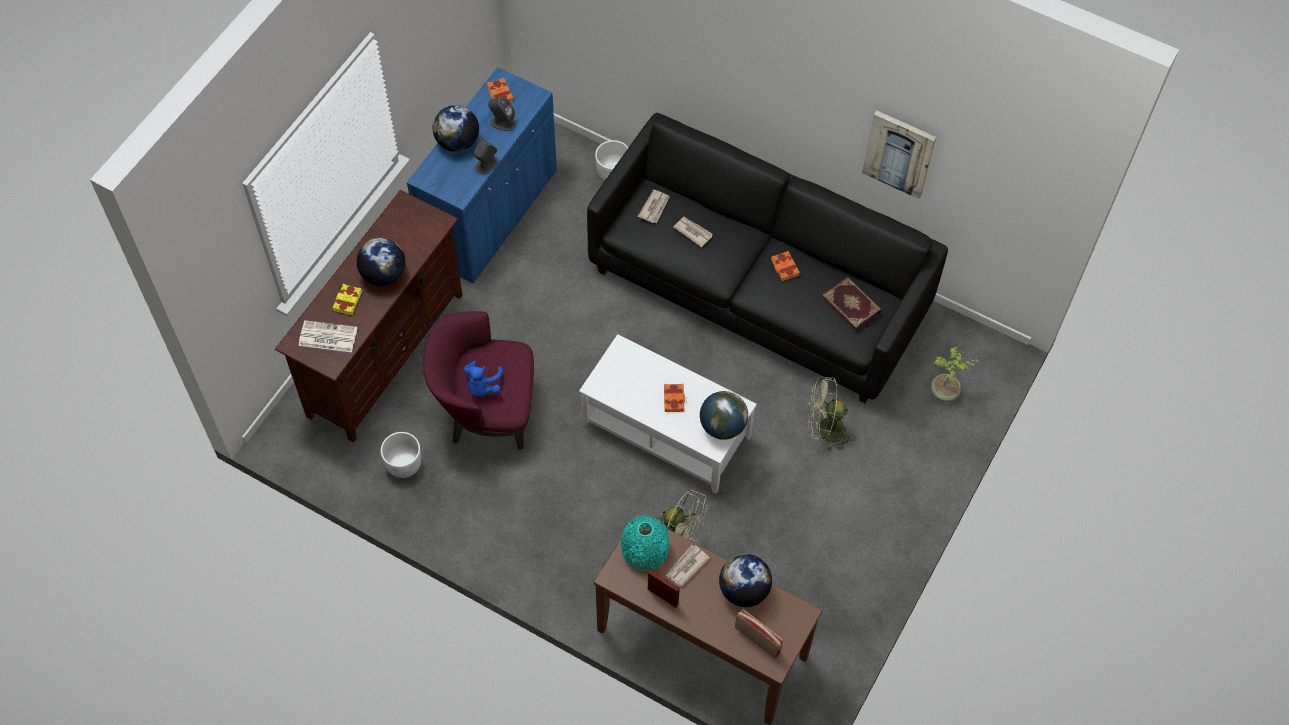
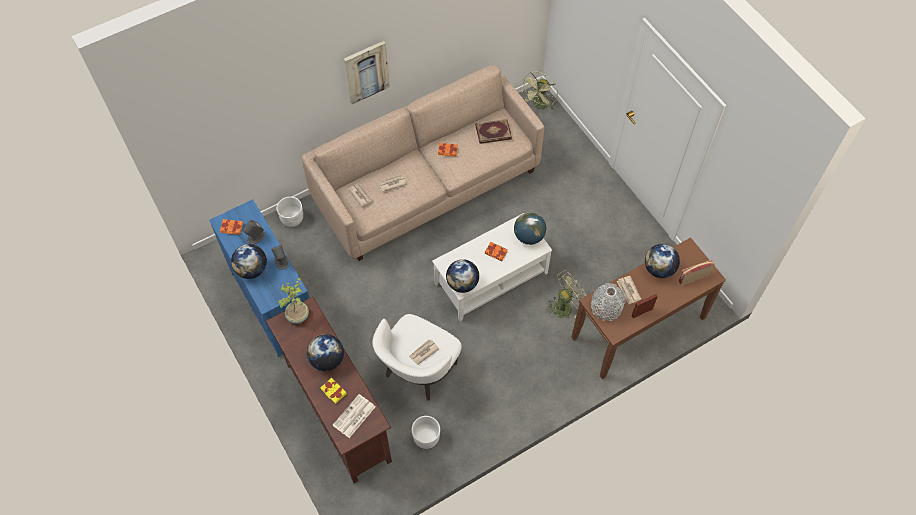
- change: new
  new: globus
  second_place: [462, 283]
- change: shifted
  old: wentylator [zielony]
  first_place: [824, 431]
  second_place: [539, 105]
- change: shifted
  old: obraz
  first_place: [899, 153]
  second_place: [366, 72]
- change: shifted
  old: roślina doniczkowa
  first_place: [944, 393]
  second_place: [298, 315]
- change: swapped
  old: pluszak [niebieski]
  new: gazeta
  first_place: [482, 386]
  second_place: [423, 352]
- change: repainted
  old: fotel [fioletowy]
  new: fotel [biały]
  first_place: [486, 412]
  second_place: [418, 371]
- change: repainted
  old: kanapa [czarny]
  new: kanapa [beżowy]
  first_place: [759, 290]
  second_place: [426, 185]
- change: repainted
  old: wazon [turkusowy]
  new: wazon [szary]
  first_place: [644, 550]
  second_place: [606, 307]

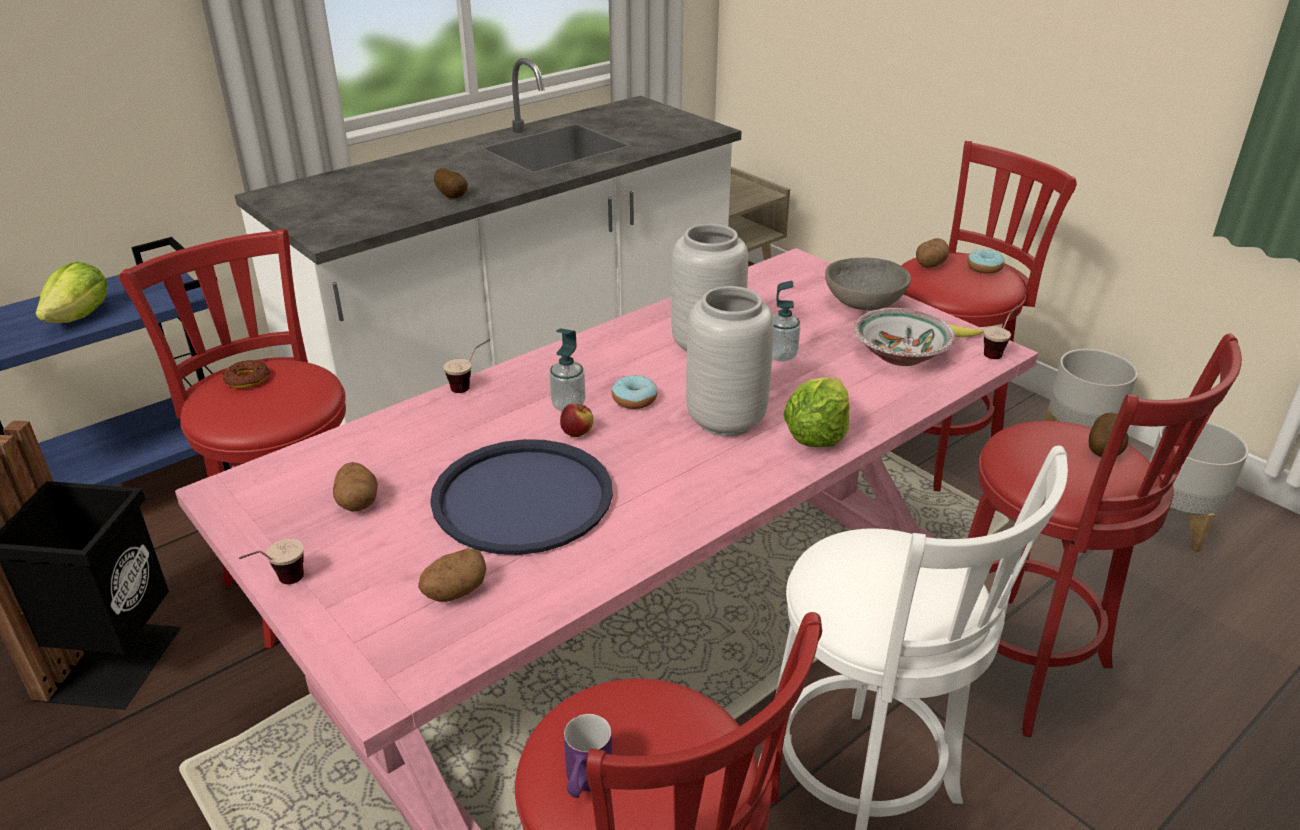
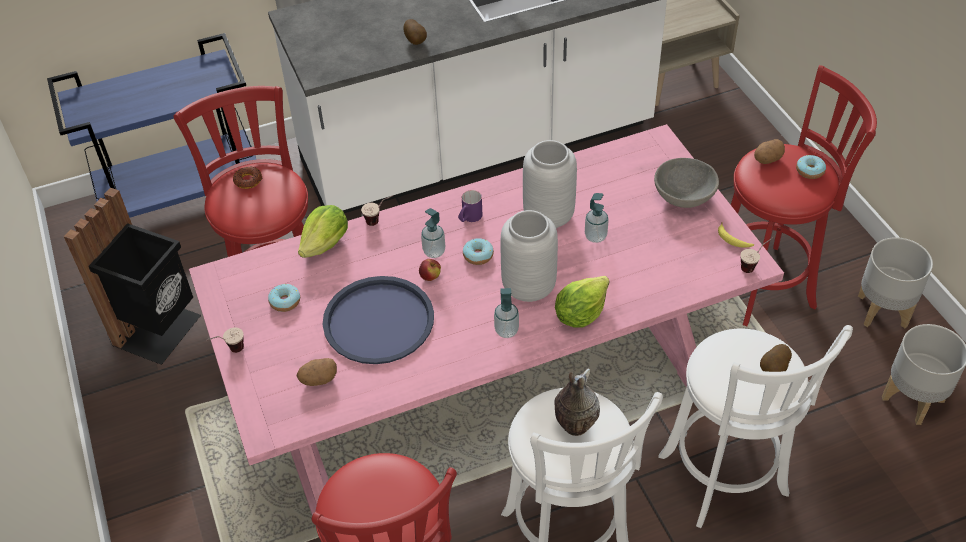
- change: gone
  old: miska
  first_place: [899, 355]
- change: new
  new: dozownik mydła
  second_place: [506, 330]
- change: new
  new: wazon
  second_place: [573, 427]
- change: shifted
  old: sałata
  first_place: [81, 316]
  second_place: [326, 244]
- change: shifted
  old: kubek [fioletowy]
  first_place: [585, 782]
  second_place: [469, 218]
- change: swapped
  old: ziemniak
  new: donut
  first_place: [357, 502]
  second_place: [285, 302]
- change: repainted
  old: stołek [czerwony]
  new: stołek [biały]
  first_place: [1025, 669]
  second_place: [726, 481]

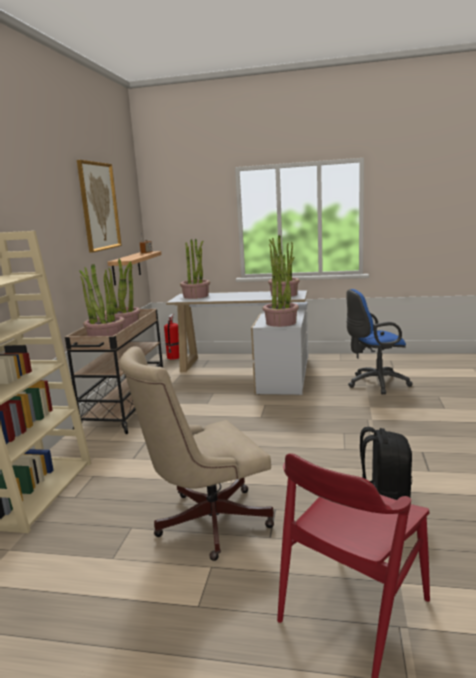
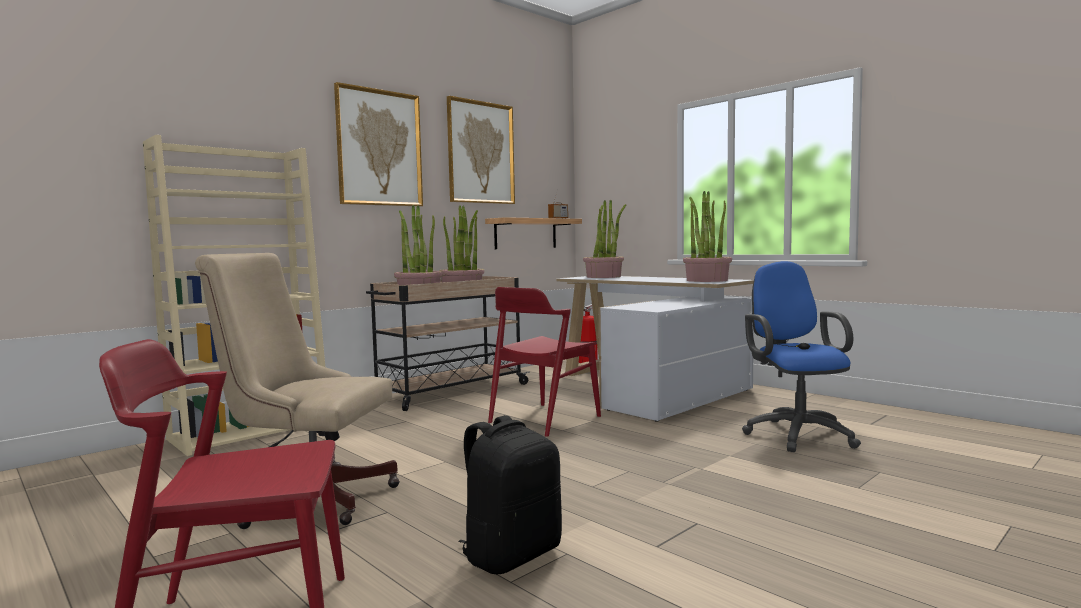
- change: gone
  old: roślina doniczkowa
  first_place: [281, 322]
- change: new
  new: obraz
  second_place: [379, 148]
- change: new
  new: krzesło [czerwony]
  second_place: [544, 419]
- change: rotated
  old: krzesło biurowe [niebieski]
  first_place: [375, 383]
  second_place: [796, 434]
  degrees: 60

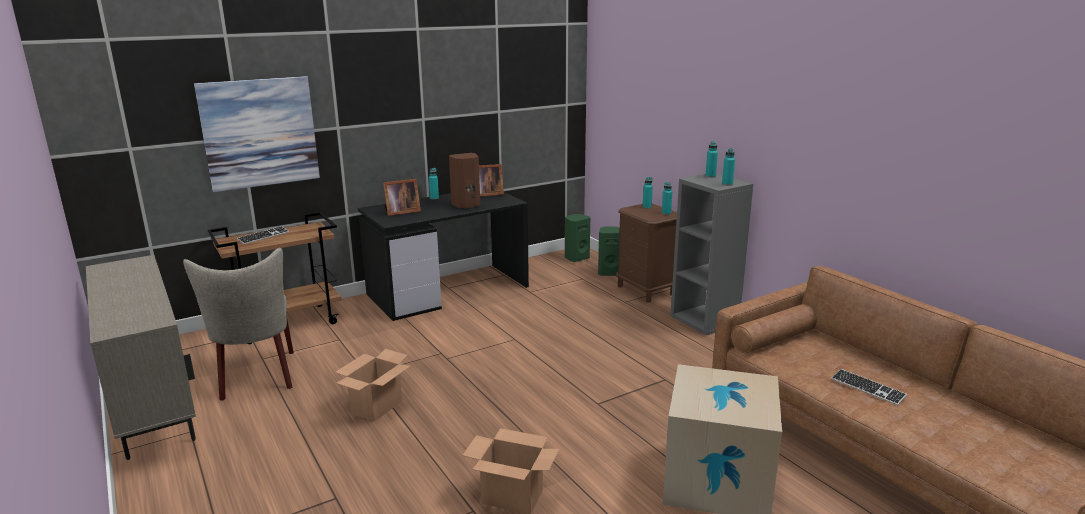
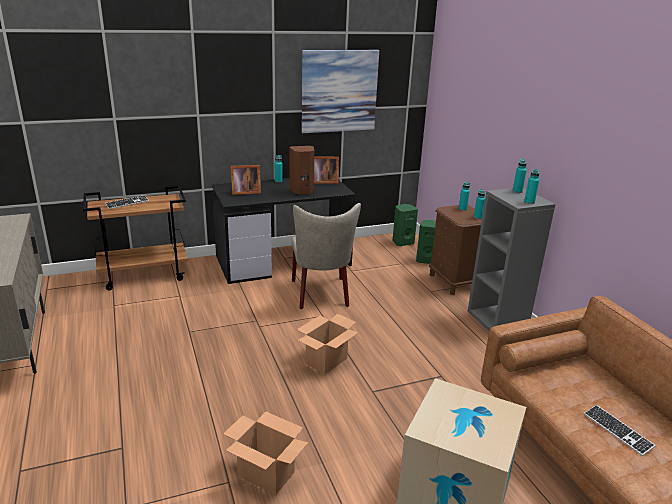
- change: shifted
  old: krzesło [beżowy]
  first_place: [257, 378]
  second_place: [321, 295]
- change: shifted
  old: obraz
  first_place: [260, 133]
  second_place: [339, 91]
- change: shifted
  old: karton
  first_place: [376, 407]
  second_place: [326, 361]

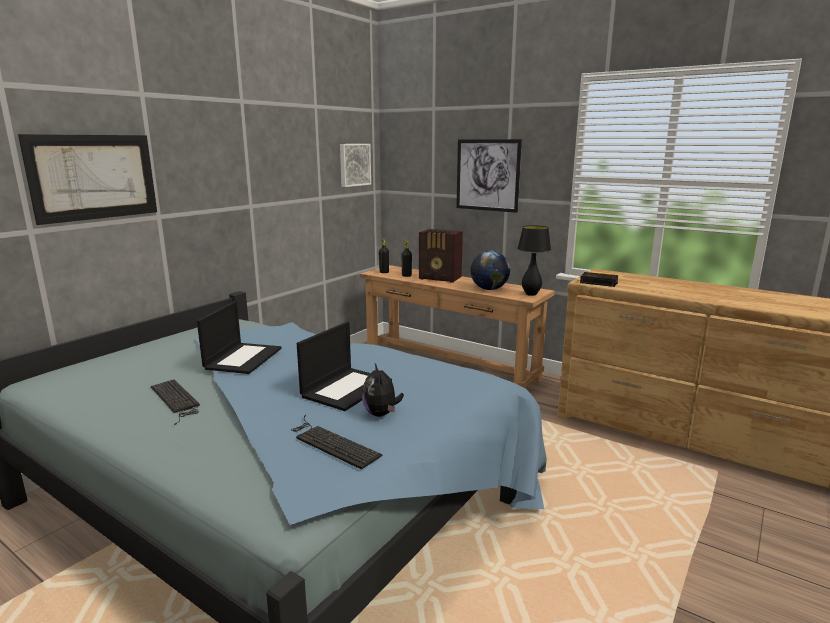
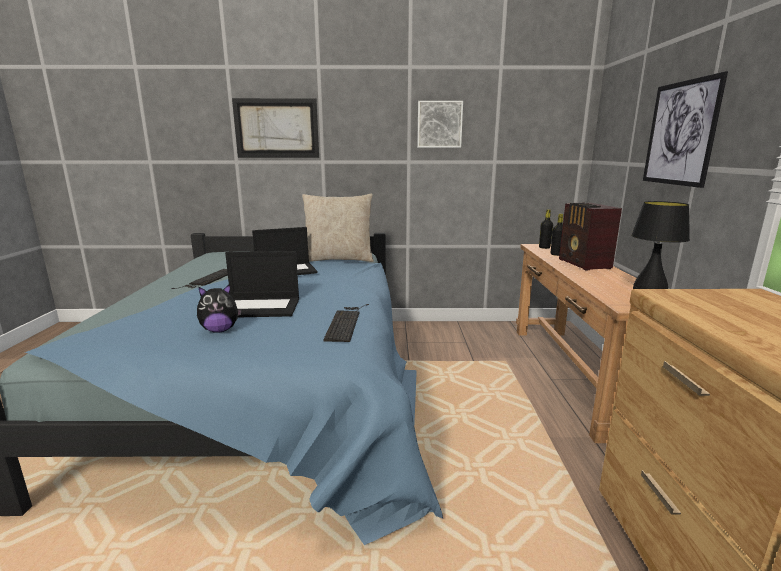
- change: gone
  old: globus
  first_place: [489, 289]
- change: gone
  old: budzik
  first_place: [599, 282]
- change: new
  new: poduszka [beżowy]
  second_place: [338, 259]
- change: shifted
  old: klawiatura
  first_place: [331, 442]
  second_place: [346, 322]
- change: shifted
  old: obraz
  first_place: [354, 164]
  second_place: [439, 124]
- change: rotated
  old: pluszak
  first_place: [381, 414]
  second_place: [220, 330]
  degrees: -150

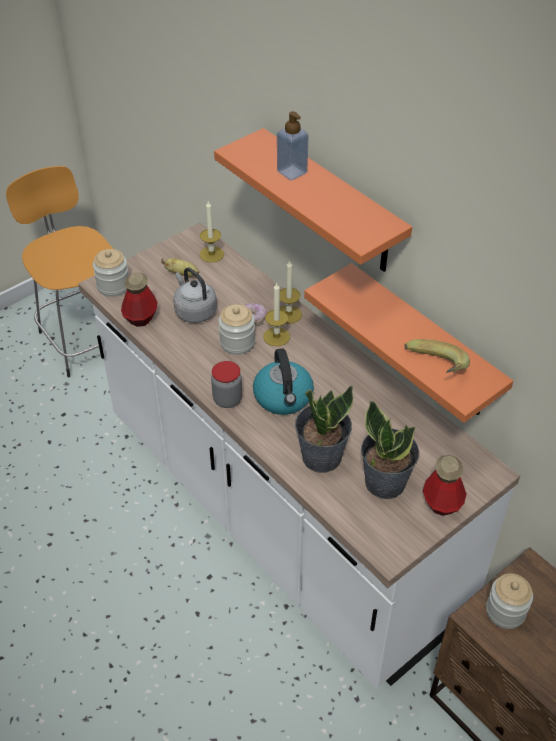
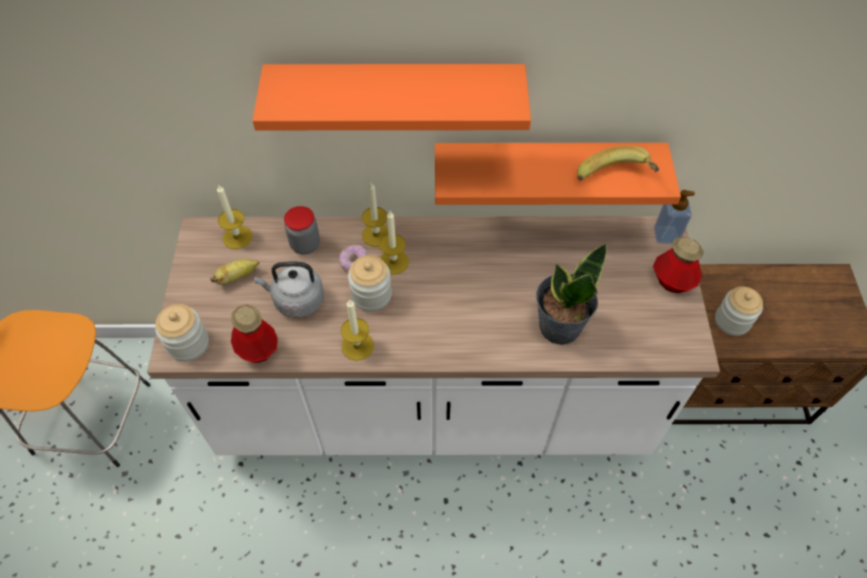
- change: gone
  old: czajnik
  first_place: [283, 397]
- change: gone
  old: roślina doniczkowa
  first_place: [385, 481]
- change: new
  new: świeca
  second_place: [357, 346]
- change: shifted
  old: słoik
  first_place: [227, 399]
  second_place: [305, 245]
- change: shifted
  old: dozownik mydła
  first_place: [292, 172]
  second_place: [666, 235]

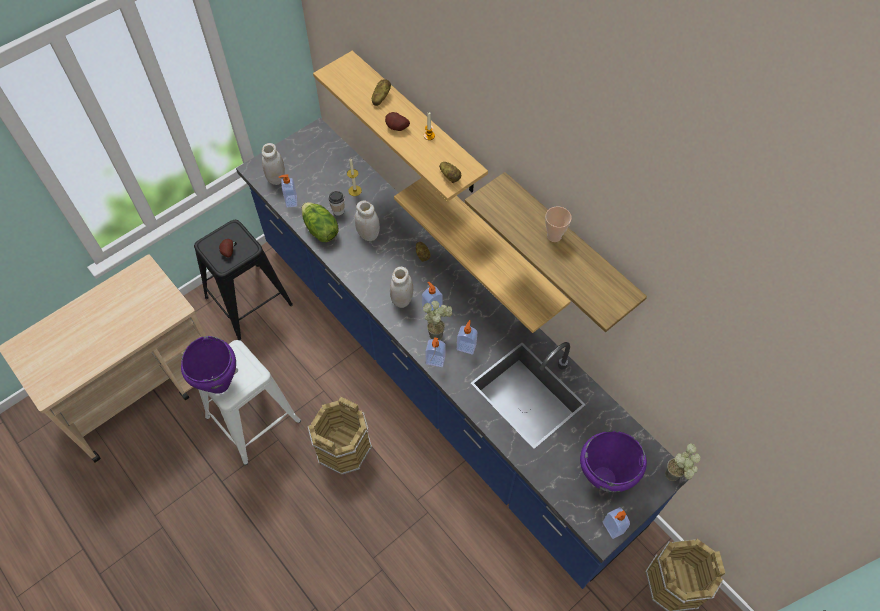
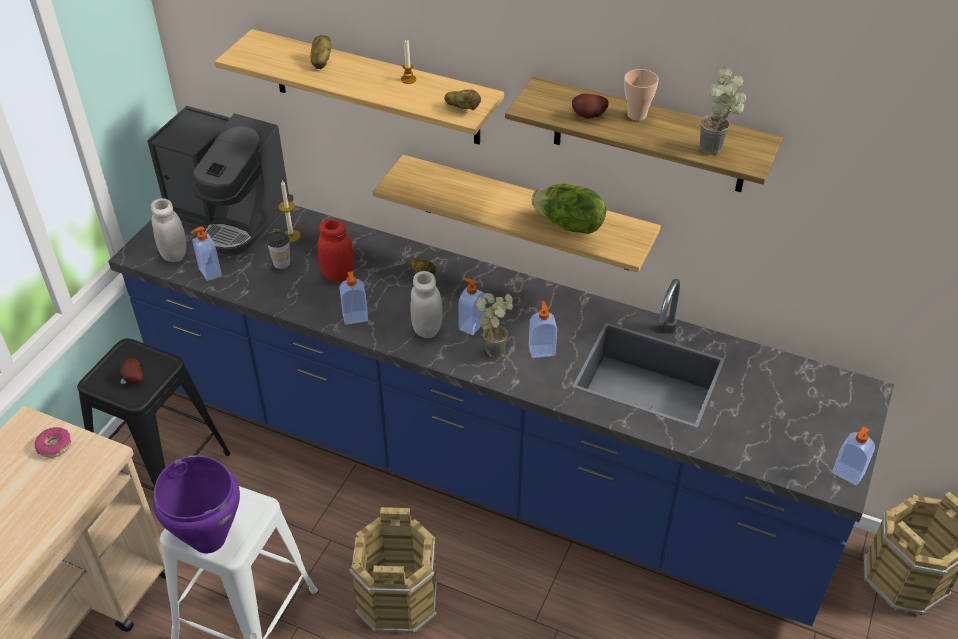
- change: gone
  old: garnek [fioletowy]
  first_place: [604, 479]
- change: new
  new: donut
  second_place: [54, 446]
- change: new
  new: ekspres do kawy
  second_place: [229, 216]
- change: shifted
  old: sałata
  first_place: [320, 230]
  second_place: [569, 225]
- change: shifted
  old: ziemniak
  first_place: [396, 128]
  second_place: [589, 117]
- change: shifted
  old: dozownik mydła
  first_place: [435, 361]
  second_place: [355, 318]
- change: shifted
  old: roślina doniczkowa
  first_place: [675, 477]
  second_place: [717, 150]
- change: repainted
  old: słoik [biały]
  new: słoik [czerwony]
  first_place: [368, 234]
  second_place: [338, 275]

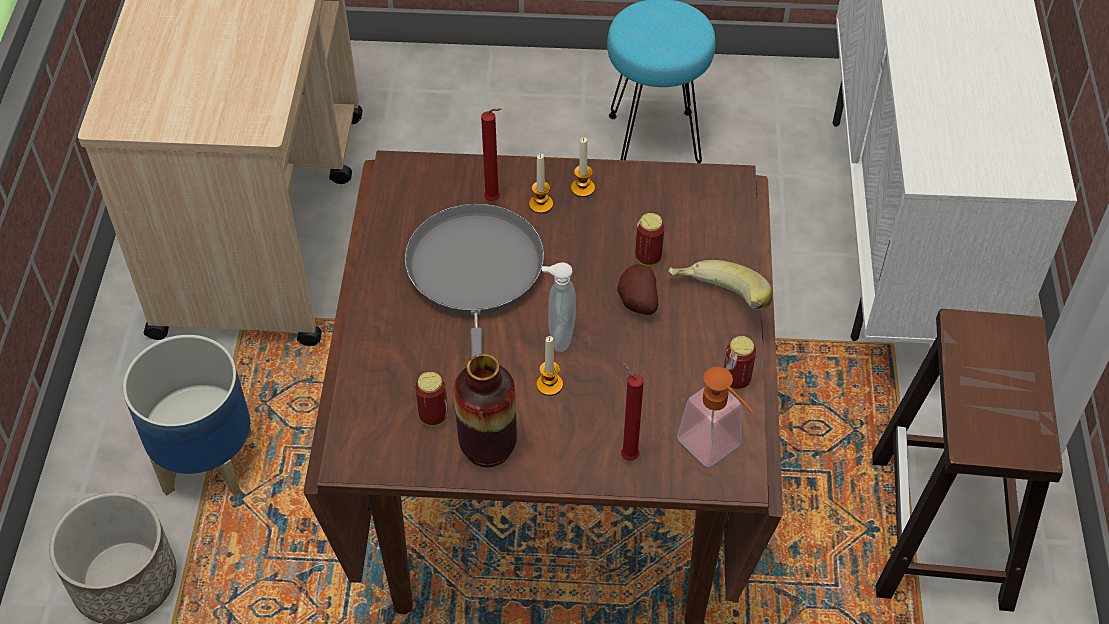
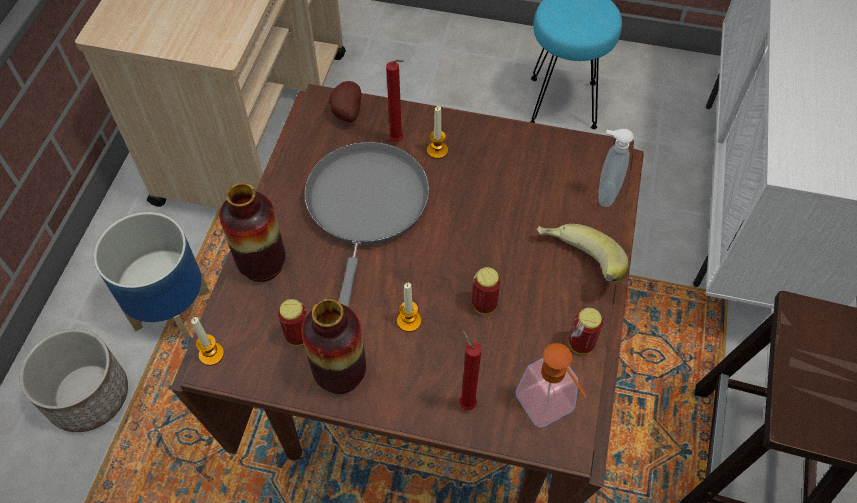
- change: new
  new: wazon
  second_place: [262, 264]
- change: shifted
  old: dozownik mydła
  first_place: [558, 336]
  second_place: [604, 193]
- change: shifted
  old: świeca
  first_place: [582, 188]
  second_place: [211, 354]
- change: shifted
  old: ziemniak
  first_place: [636, 302]
  second_place: [345, 112]
- change: shifted
  old: puszka
  first_place: [648, 258]
  second_place: [484, 305]

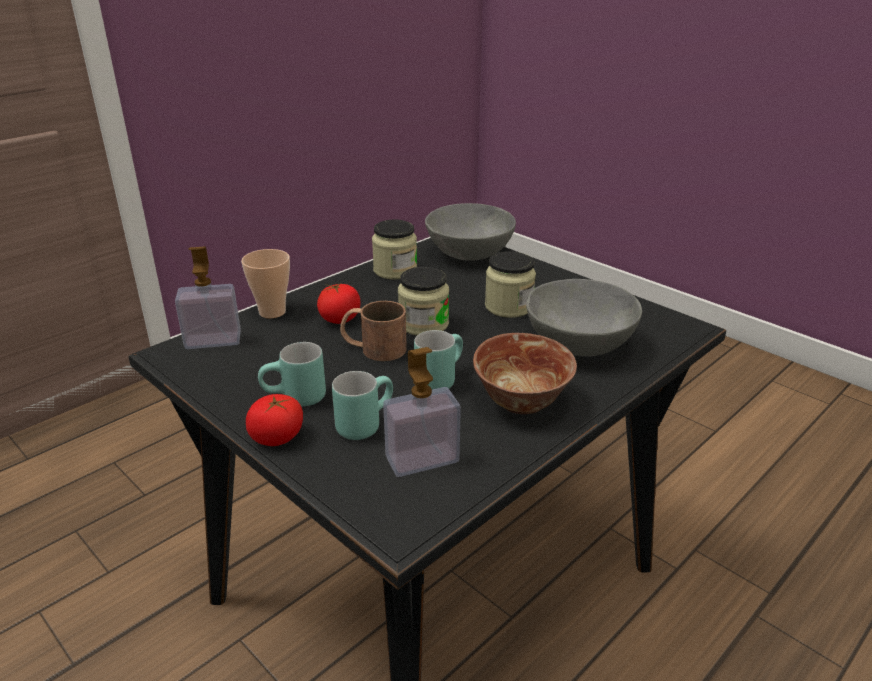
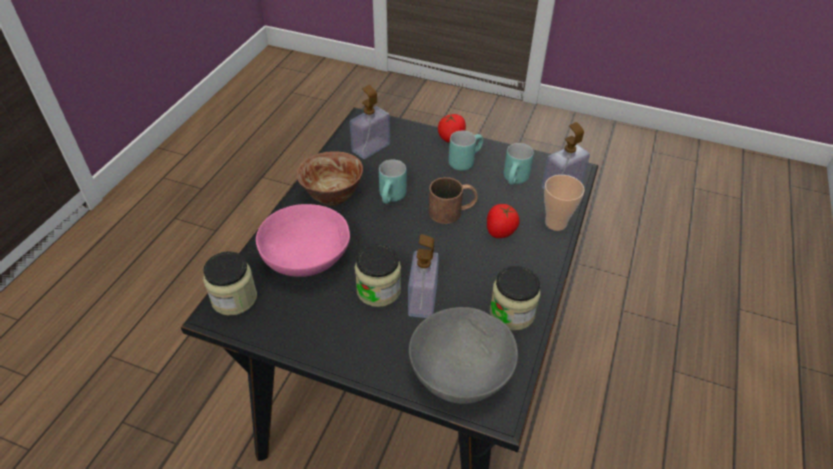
- change: new
  new: dozownik mydła
  second_place: [422, 300]
- change: shifted
  old: kubek [turkusowy]
  first_place: [363, 423]
  second_place: [516, 181]
- change: shifted
  old: słoik
  first_place: [423, 324]
  second_place: [234, 298]
- change: repainted
  old: miska [szary]
  new: miska [różowy]
  first_place: [579, 345]
  second_place: [307, 260]

